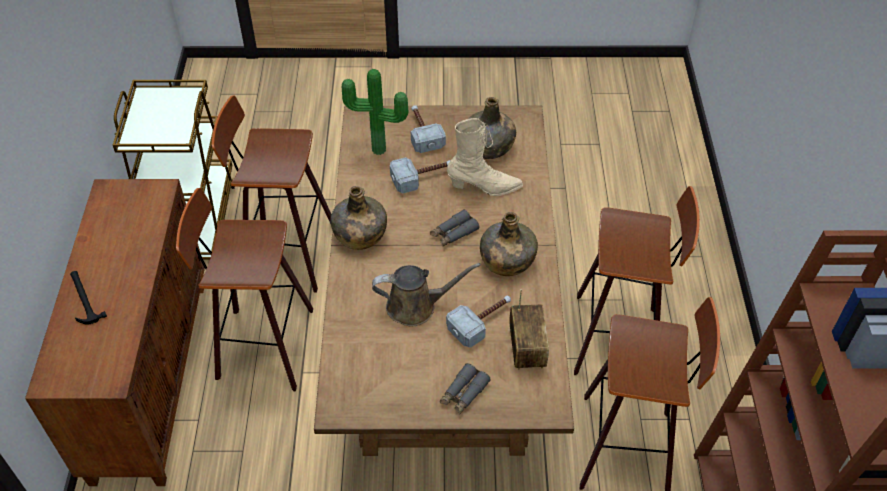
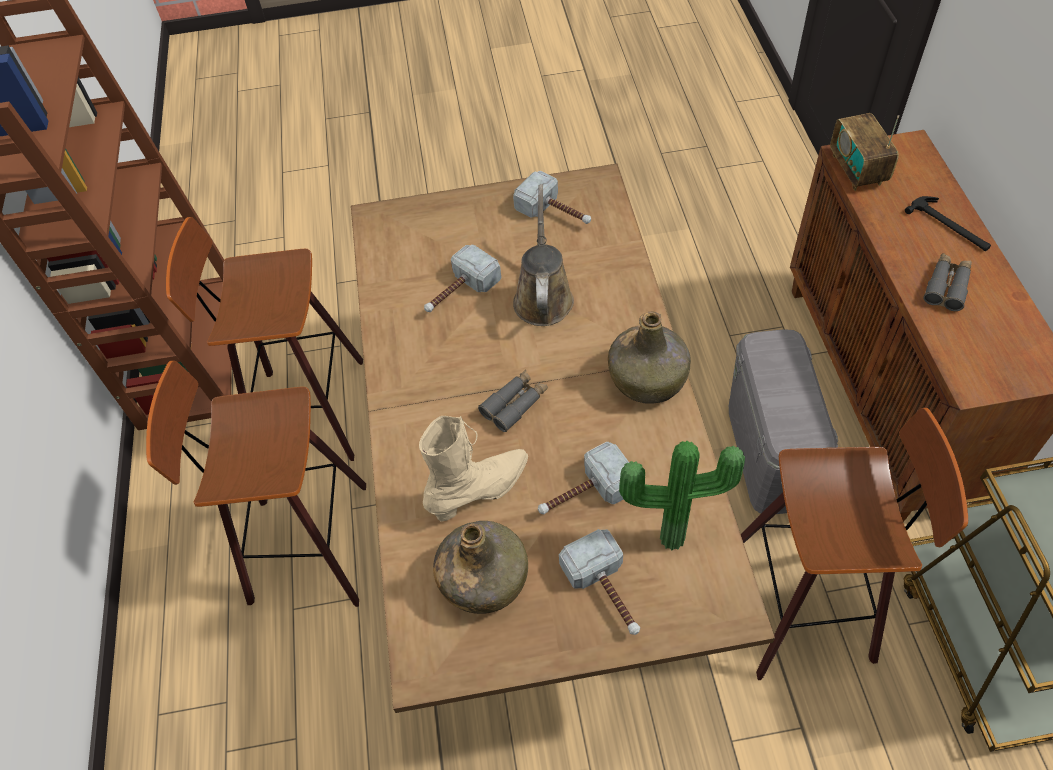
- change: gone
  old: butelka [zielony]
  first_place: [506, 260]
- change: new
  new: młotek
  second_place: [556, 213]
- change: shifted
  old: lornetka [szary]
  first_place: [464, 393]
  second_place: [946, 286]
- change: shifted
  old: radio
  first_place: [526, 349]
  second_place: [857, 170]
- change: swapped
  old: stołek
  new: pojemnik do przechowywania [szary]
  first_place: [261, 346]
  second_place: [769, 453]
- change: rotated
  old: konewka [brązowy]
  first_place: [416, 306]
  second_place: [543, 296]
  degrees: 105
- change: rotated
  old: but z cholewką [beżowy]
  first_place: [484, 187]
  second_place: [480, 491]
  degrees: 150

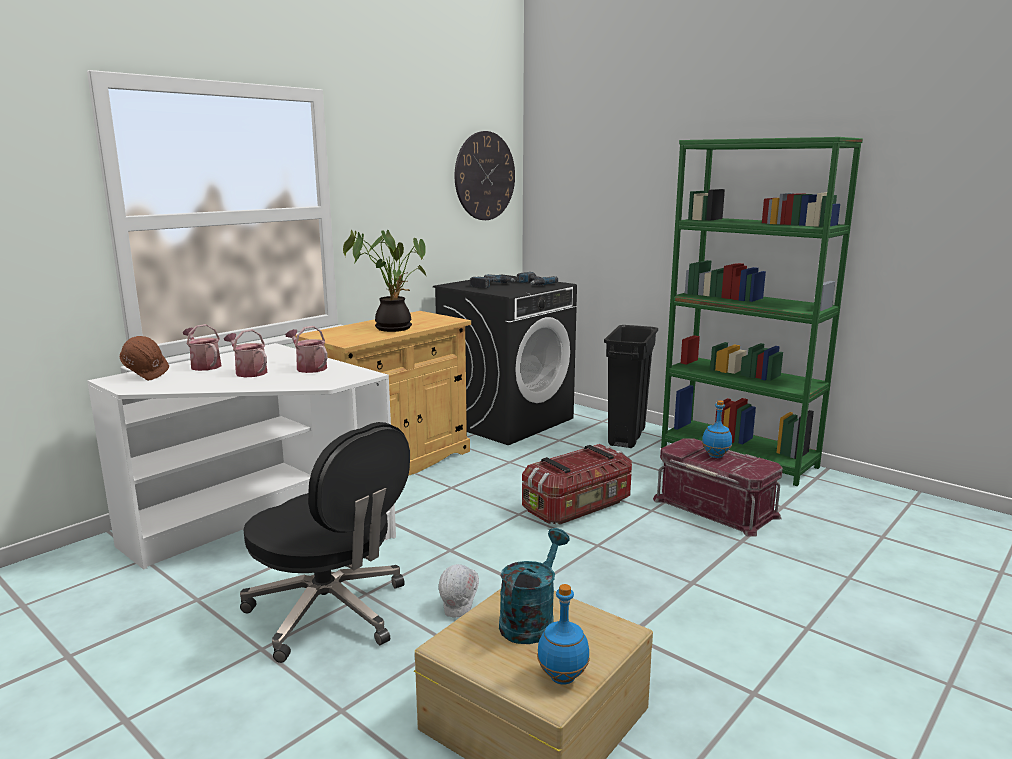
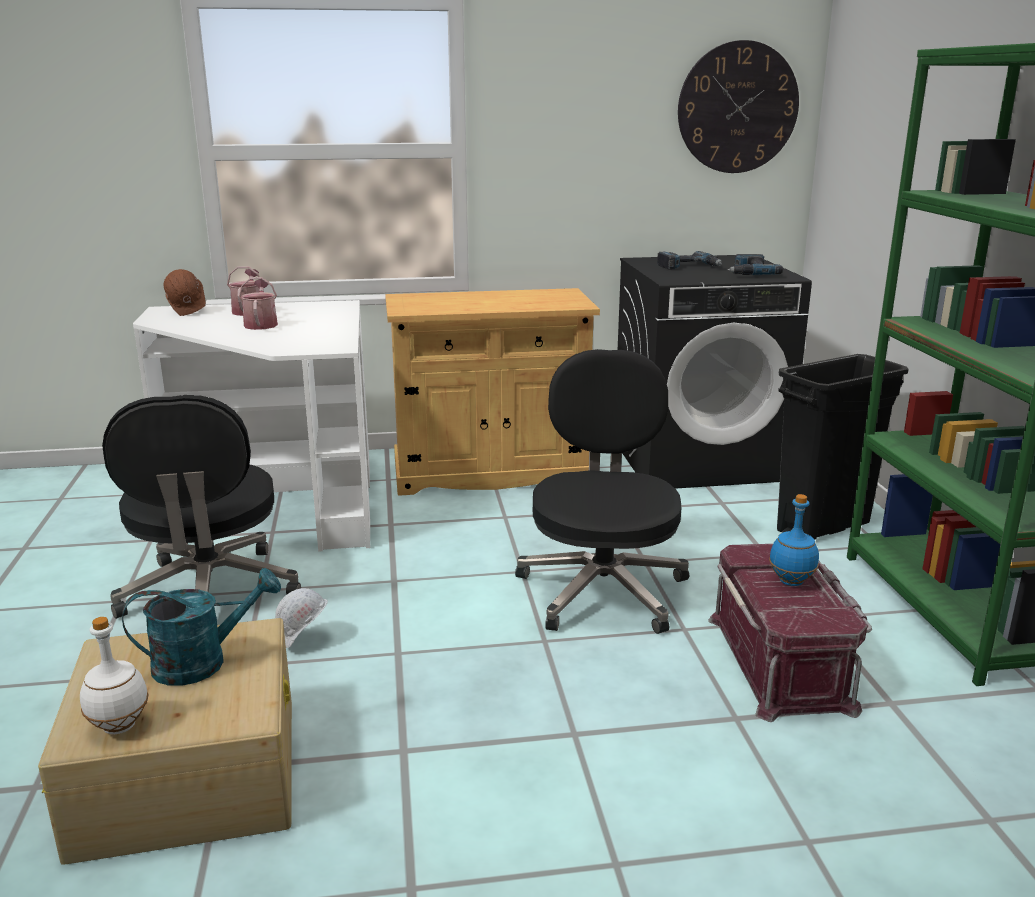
- change: gone
  old: konewka
  first_place: [309, 367]
- change: gone
  old: roślina doniczkowa
  first_place: [392, 327]
- change: swapped
  old: pojemnik do przechowywania
  new: krzesło biurowe [czarny]
  first_place: [579, 506]
  second_place: [602, 589]
- change: repainted
  old: butelka [niebieski]
  new: butelka [biały]
  first_place: [563, 678]
  second_place: [118, 727]

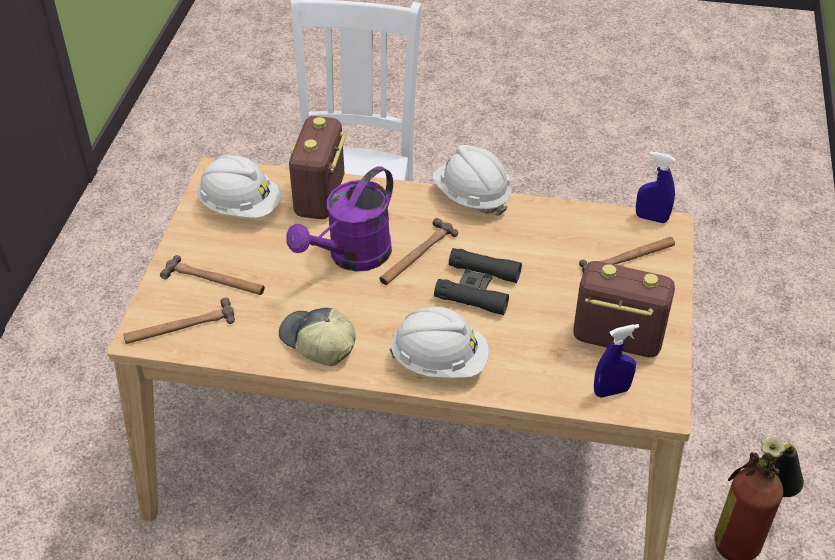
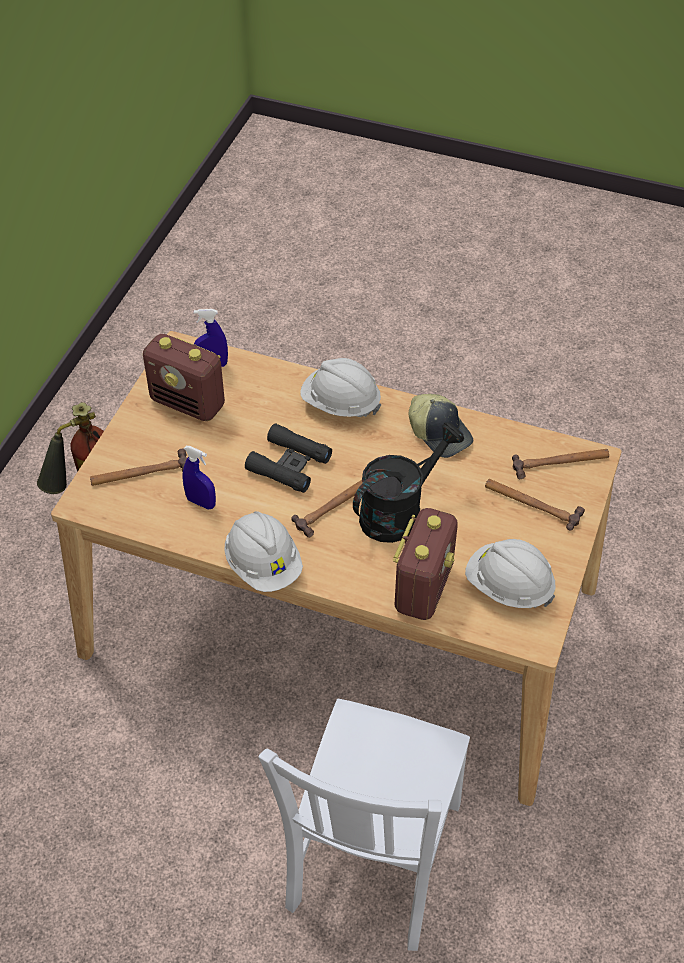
- change: shifted
  old: spryskiwacz [niebieski]
  first_place: [651, 218]
  second_place: [201, 502]
- change: repainted
  old: konewka [fioletowy]
  new: konewka [czarny]
  first_place: [352, 257]
  second_place: [399, 511]

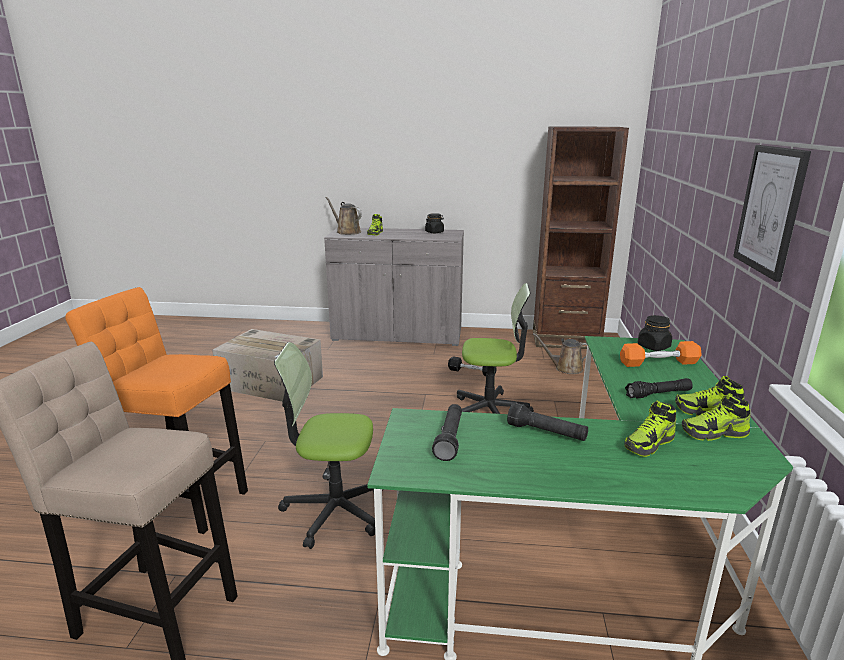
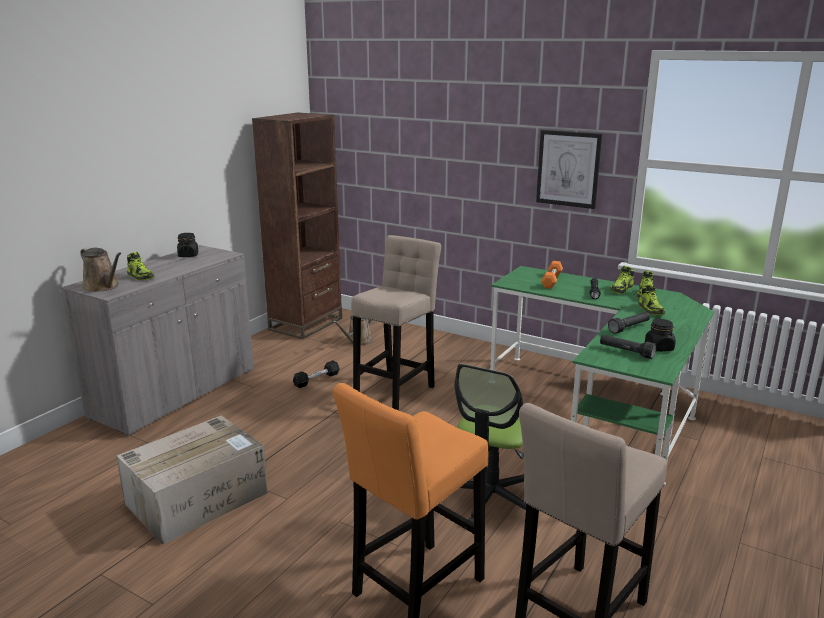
- change: shifted
  old: słoik [czarny]
  first_place: [653, 347]
  second_place: [659, 348]
- change: swapped
  old: krzesło biurowe
  new: stołek [beżowy]
  first_place: [491, 411]
  second_place: [397, 392]
- change: rotated
  old: konewka [brązowy]
  first_place: [347, 232]
  second_place: [103, 287]
  degrees: -120

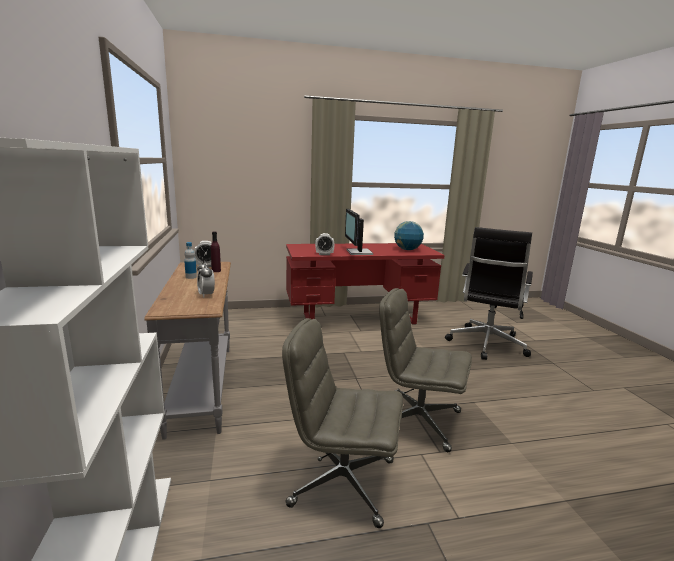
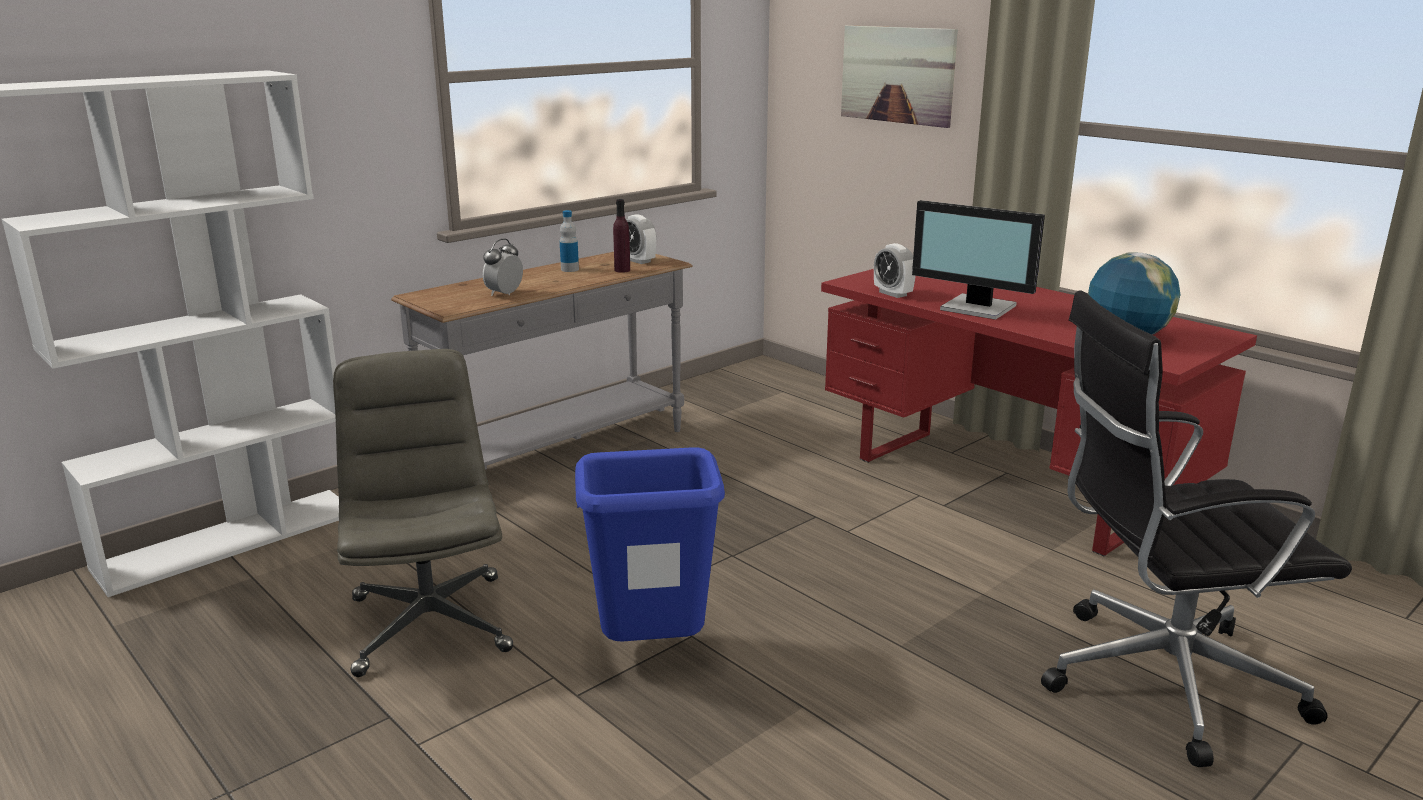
- change: new
  new: obraz
  second_place: [897, 75]
- change: swapped
  old: krzesło biurowe [szary]
  new: kosz na śmieci [niebieski]
  first_place: [417, 420]
  second_place: [654, 651]
- change: rotated
  old: monitor
  first_place: [358, 252]
  second_place: [978, 309]
  degrees: -105

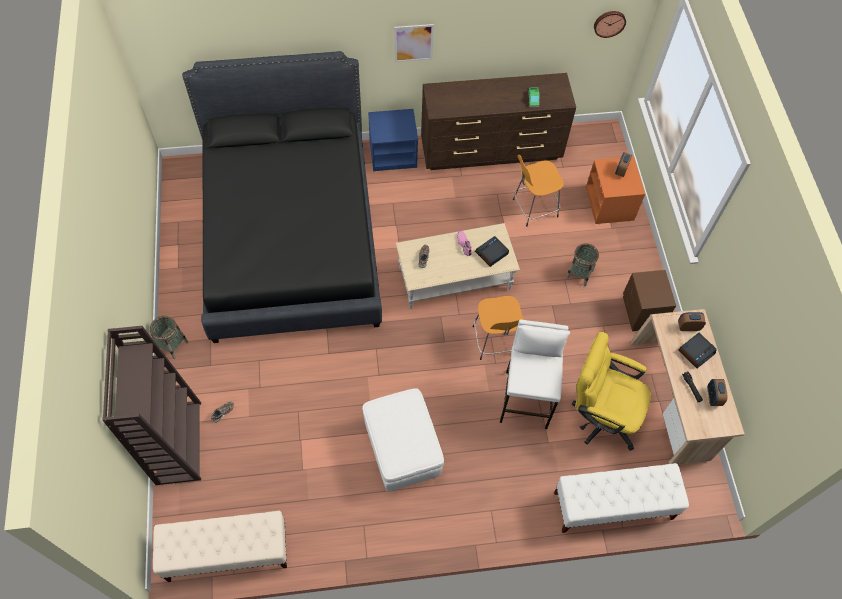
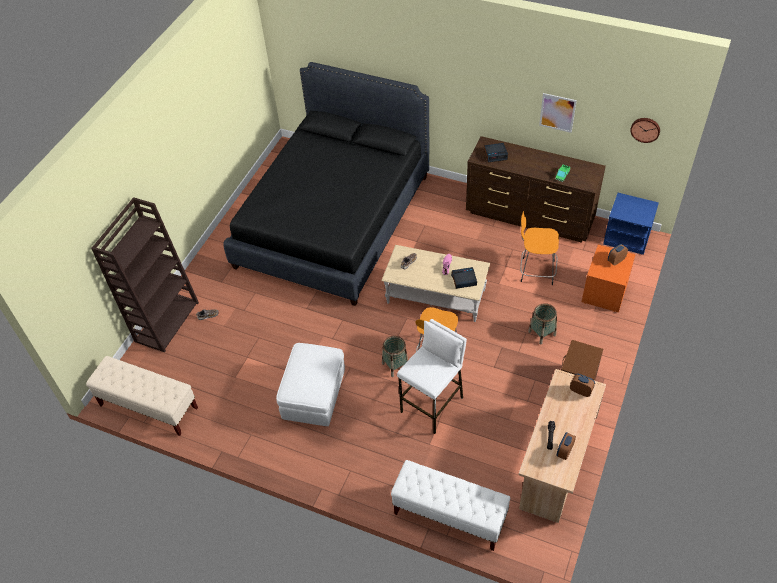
- change: gone
  old: krzesło biurowe [żółty]
  first_place: [600, 415]
- change: shifted
  old: koszyk
  first_place: [172, 345]
  second_place: [395, 365]
- change: shifted
  old: szafka nocna [niebieski]
  first_place: [393, 154]
  second_place: [627, 237]
- change: shifted
  old: obraz
  first_place: [413, 43]
  second_place: [557, 112]
- change: shifted
  old: budzik
  first_place: [696, 351]
  second_place: [495, 154]

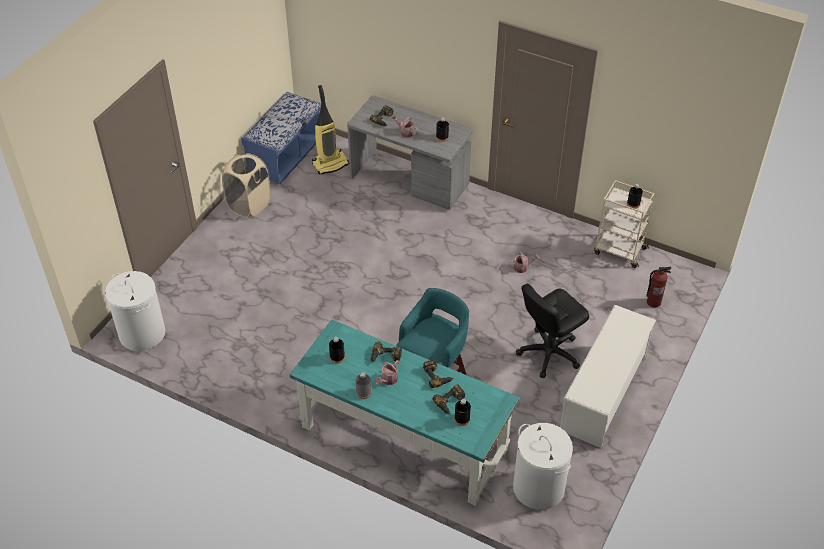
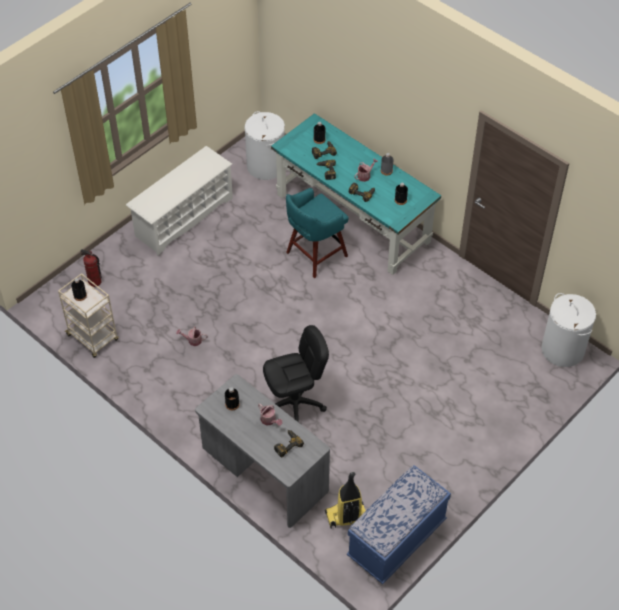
- change: gone
  old: kosz na pranie [beżowy]
  first_place: [249, 205]
- change: shifted
  old: krzesło biurowe [czarny]
  first_place: [549, 353]
  second_place: [295, 404]

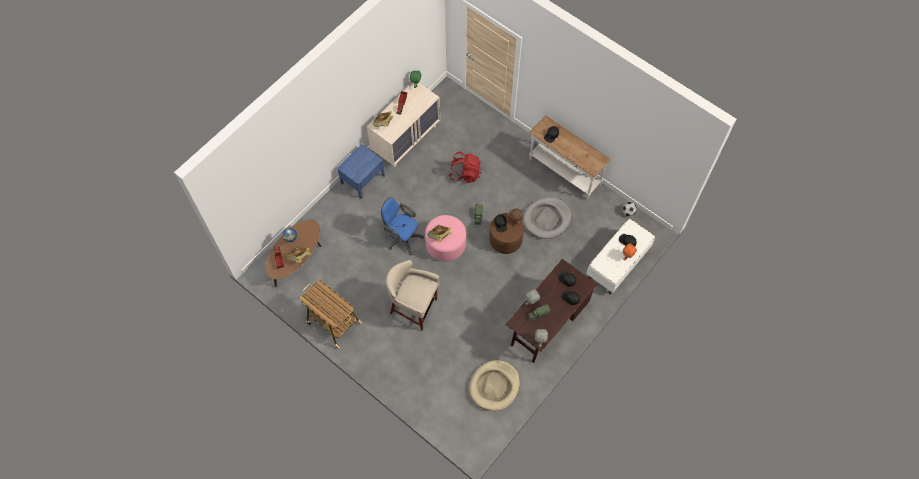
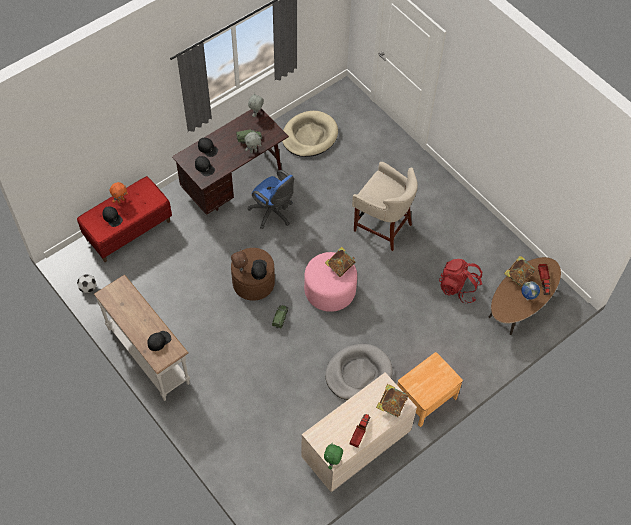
- change: gone
  old: wózek
  first_place: [333, 322]
- change: shifted
  old: krzesło biurowe [niebieski]
  first_place: [402, 237]
  second_place: [273, 213]
- change: shifted
  old: plecak [czerwony]
  first_place: [465, 173]
  second_place: [458, 288]
- change: shifted
  old: legowisko [szary]
  first_place: [546, 219]
  second_place: [358, 374]
- change: repainted
  old: szafka nocna [niebieski]
  new: szafka nocna [brązowy]
  first_place: [362, 179]
  second_place: [425, 398]
- change: repainted
  old: ławka [biały]
  new: ławka [czerwony]
  first_place: [617, 264]
  second_place: [128, 230]

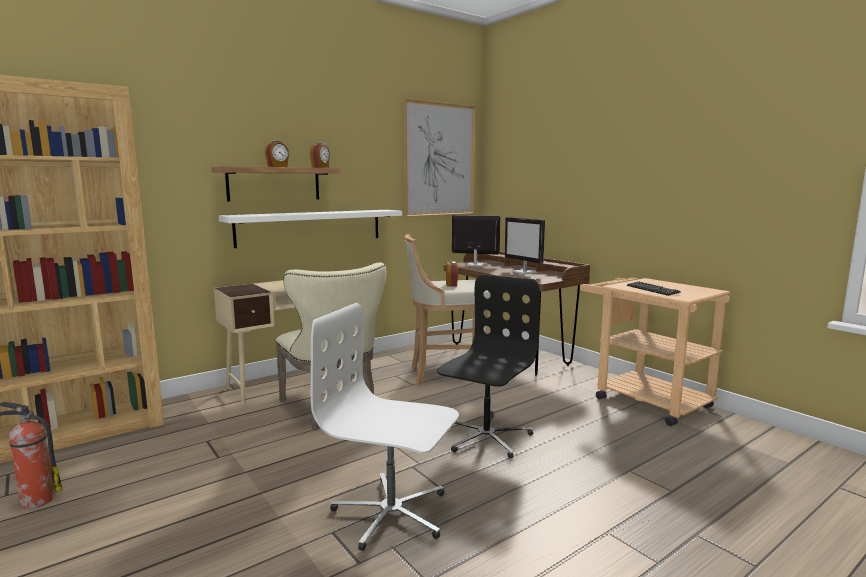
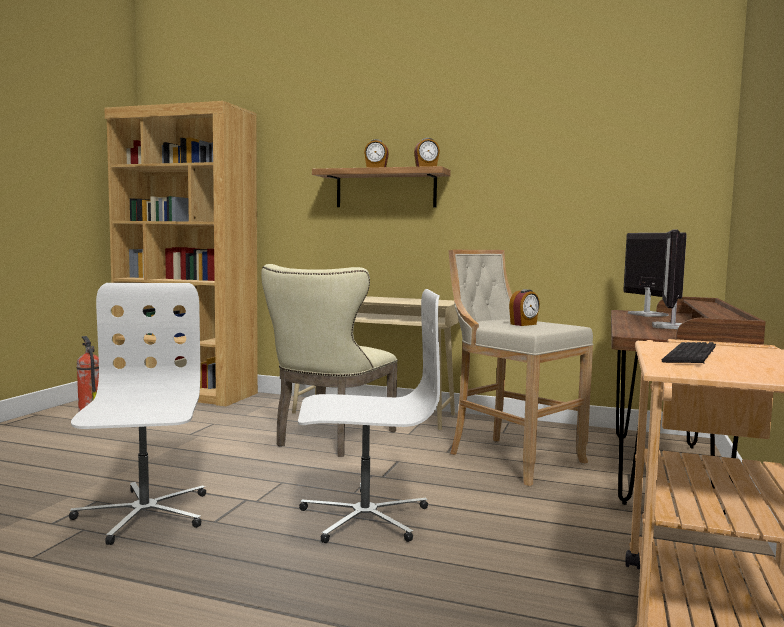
- change: gone
  old: półka [biały]
  first_place: [311, 227]
- change: gone
  old: obraz
  first_place: [440, 160]
- change: repainted
  old: krzesło biurowe [czarny]
  new: krzesło biurowe [biały]
  first_place: [485, 437]
  second_place: [364, 517]

